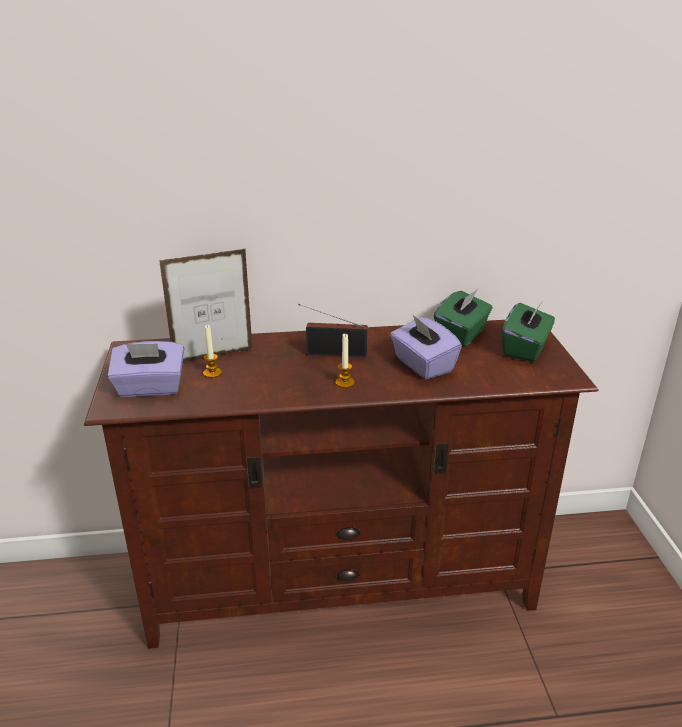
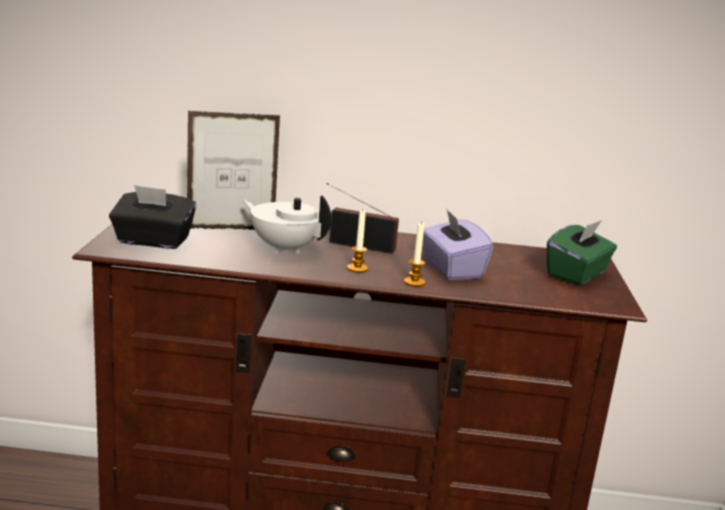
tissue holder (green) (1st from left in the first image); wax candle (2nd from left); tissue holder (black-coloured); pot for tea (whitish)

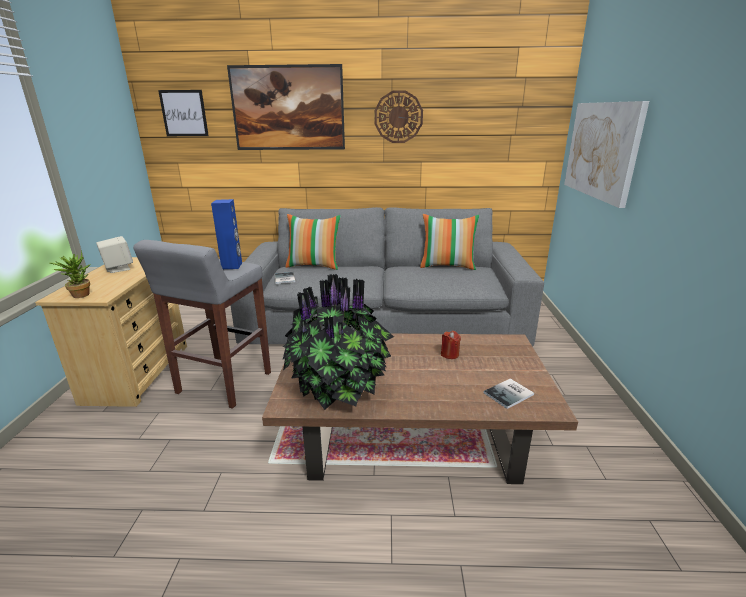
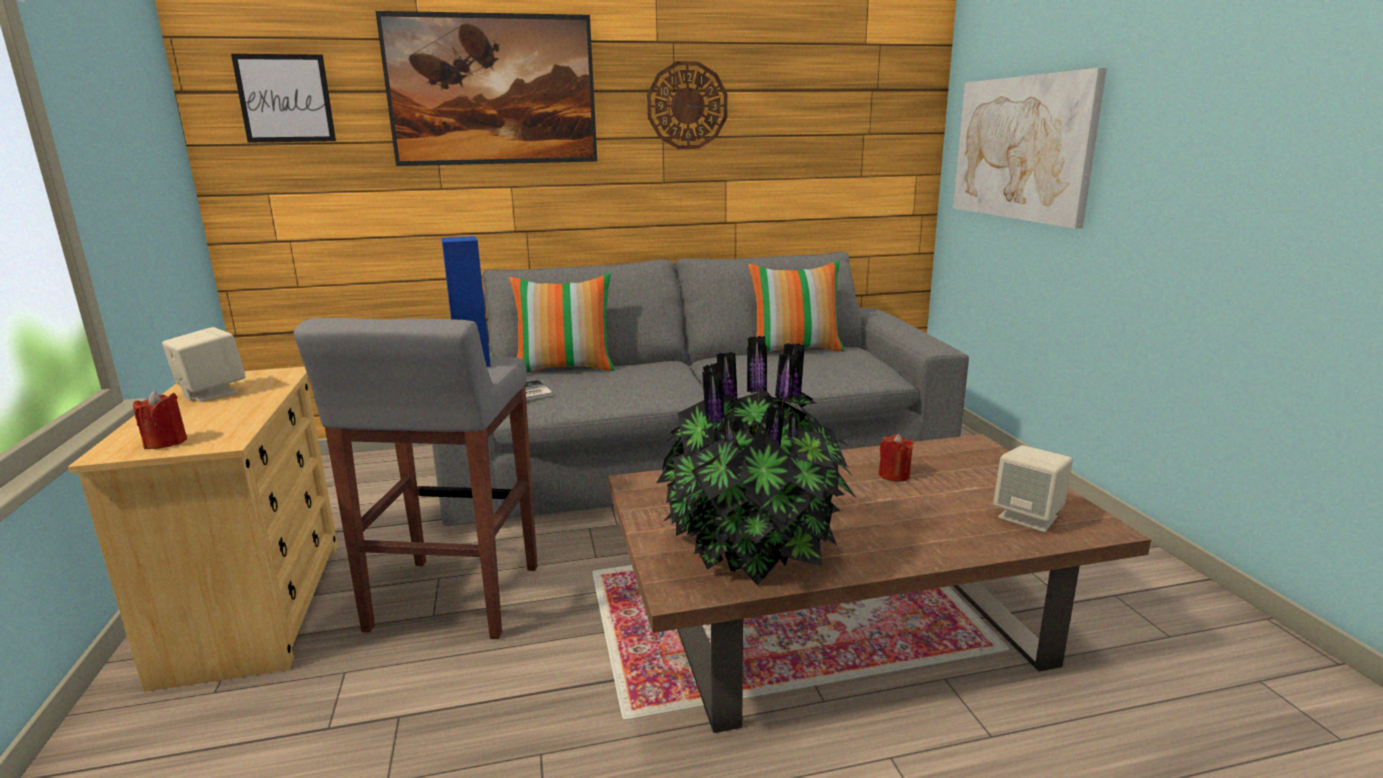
wax candle (reddish) (1st from left); audio speaker (beige) (2nd from left)

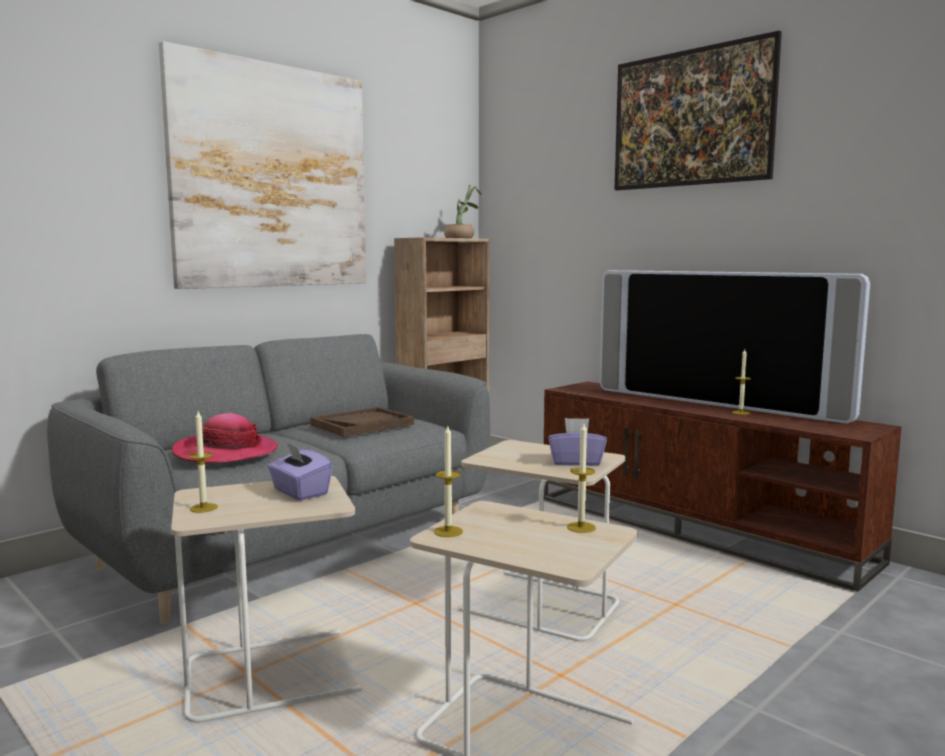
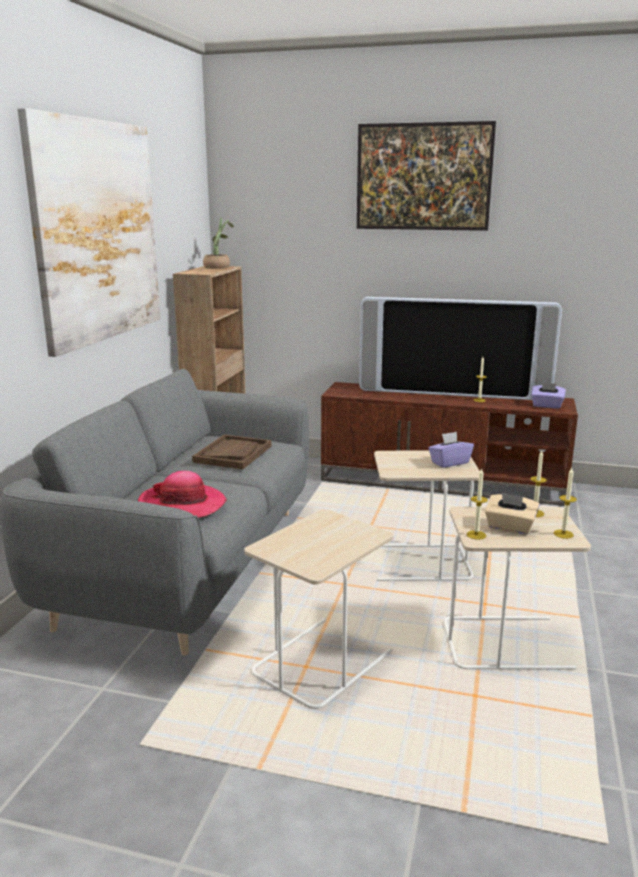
wax candle (4th from left); tissue holder (purple-coloured) (2nd from left); tissue holder (beige)

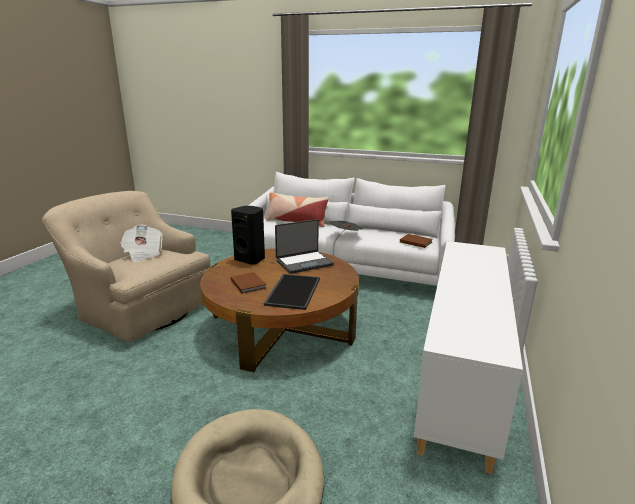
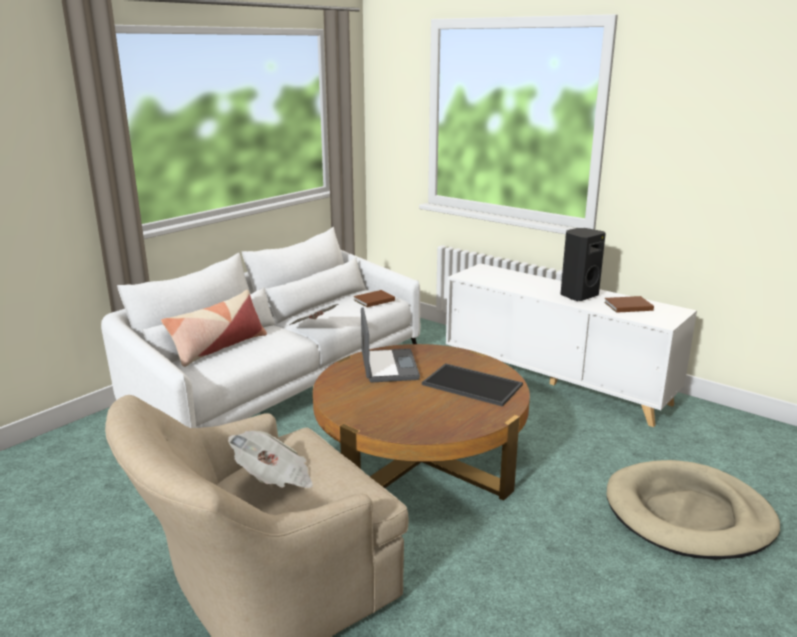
audio speaker (black-coloured); book (brownish) (2nd from left)

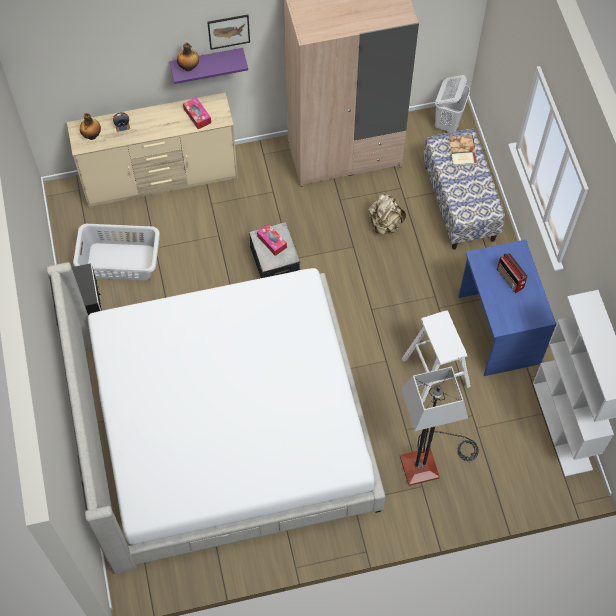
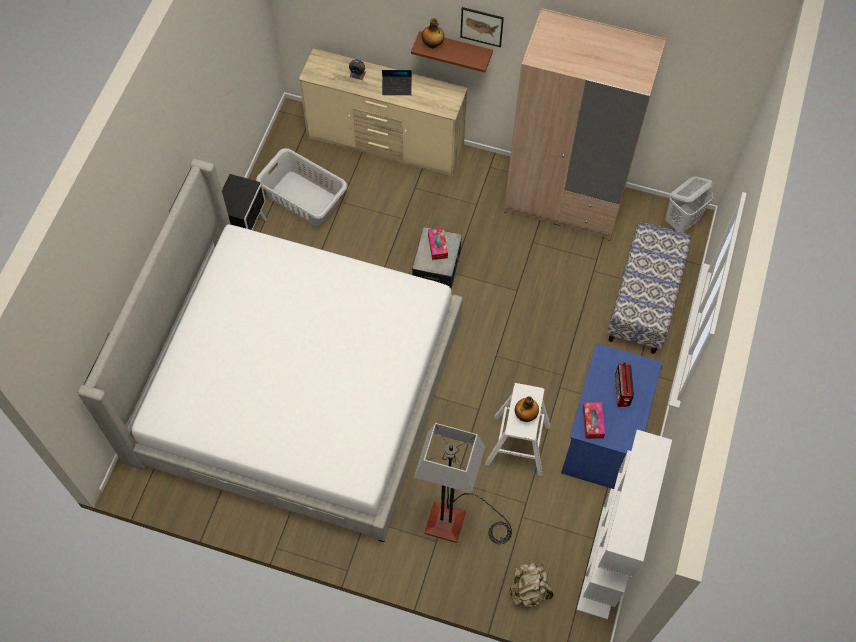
wall shelf (brownish); tissue holder (2nd from left); beverage bottle (2nd from left); book; rucksack (beige); laptop

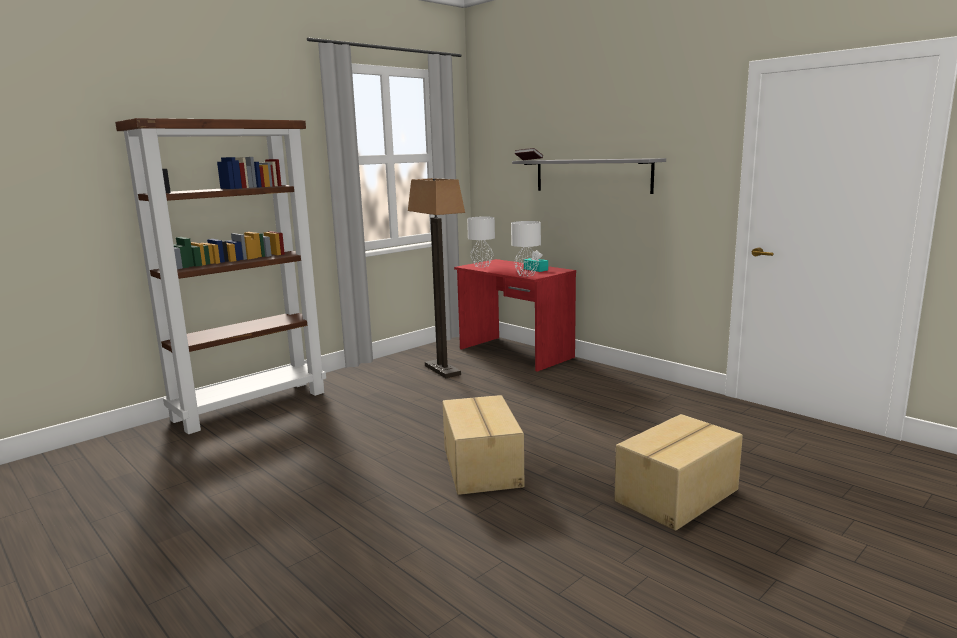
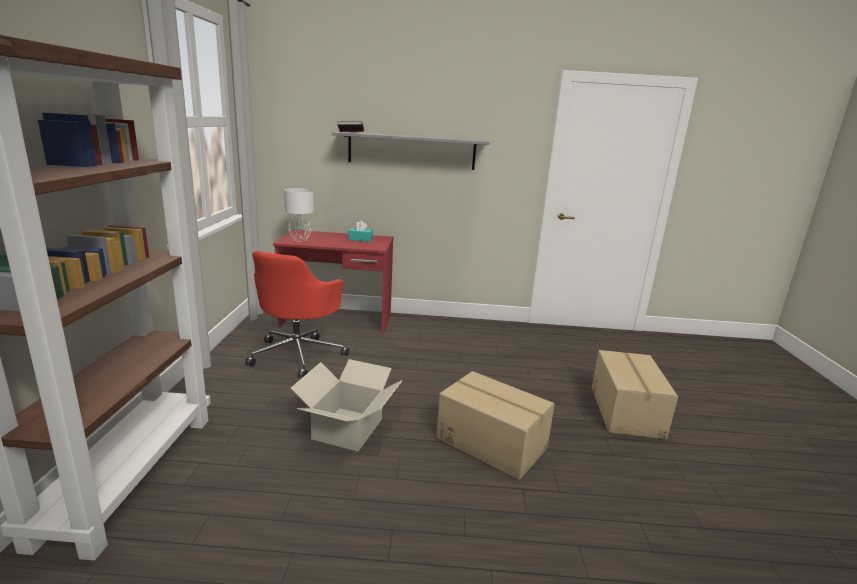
office chair (reddish); lamp for a table (whitish) (2nd from left in the first image); packing box (1st from left)

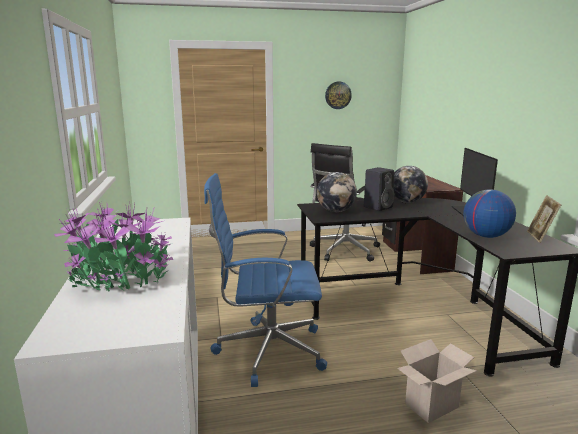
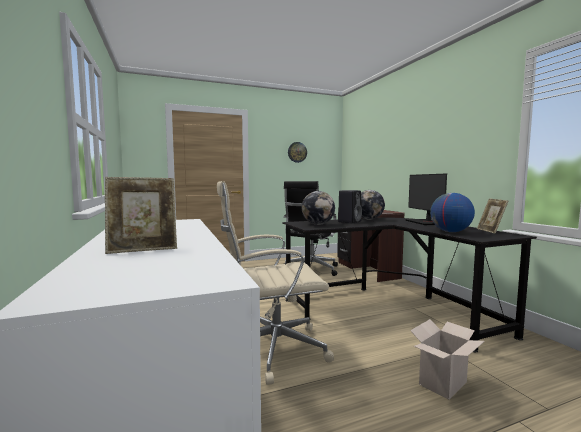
office chair (beige); standing frame (1st from left)

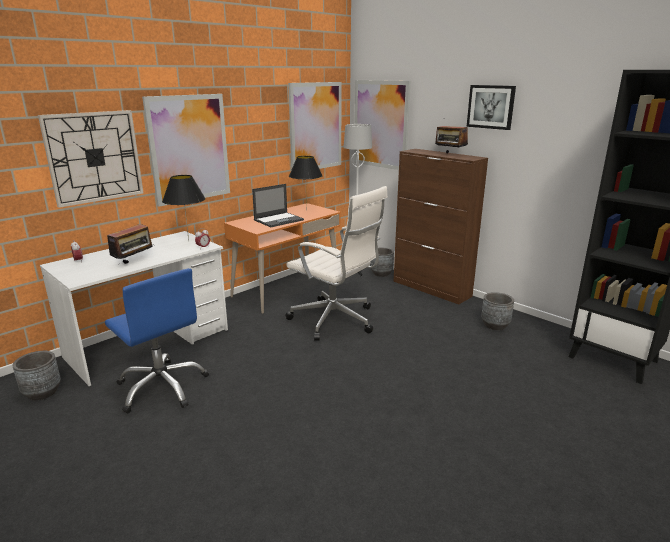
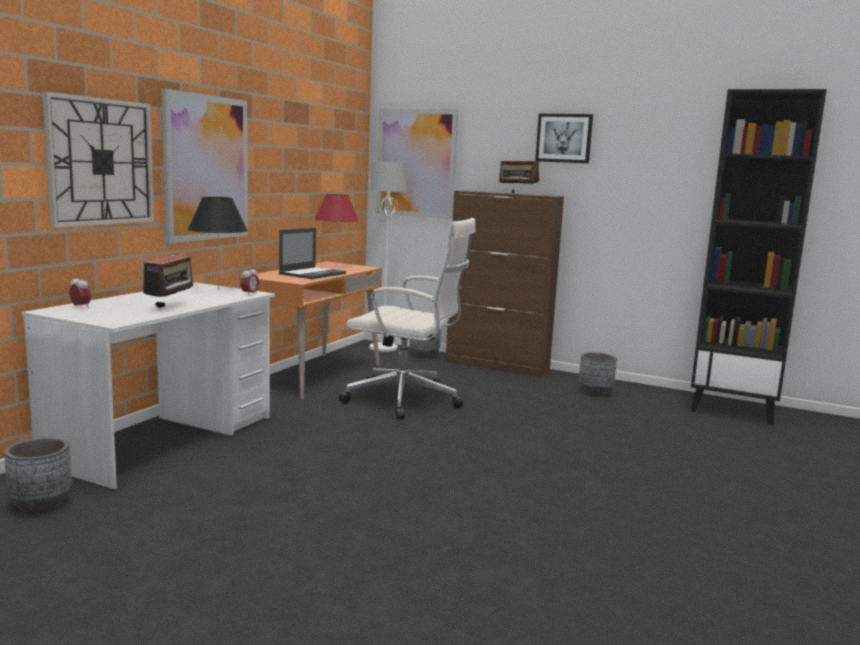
wall picture (2nd from left in the first image); lamp for a table (reddish); office chair (bluish)

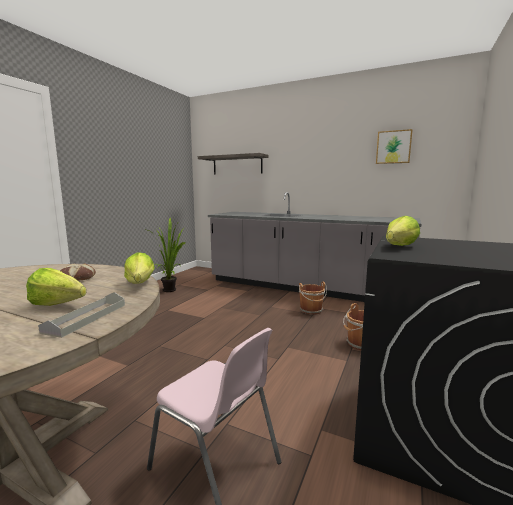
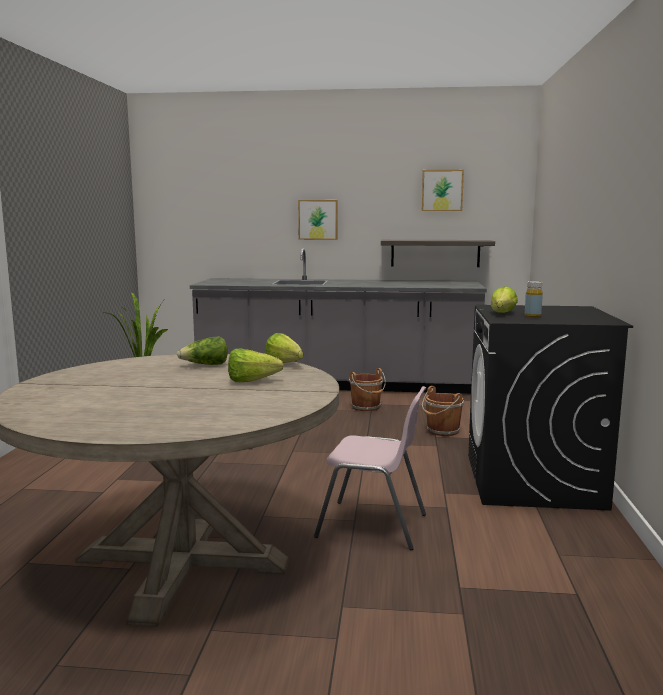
wall shelf; lettuce (1st from left); tray (greyish); wall picture (1st from left); beverage bottle (yellowish)

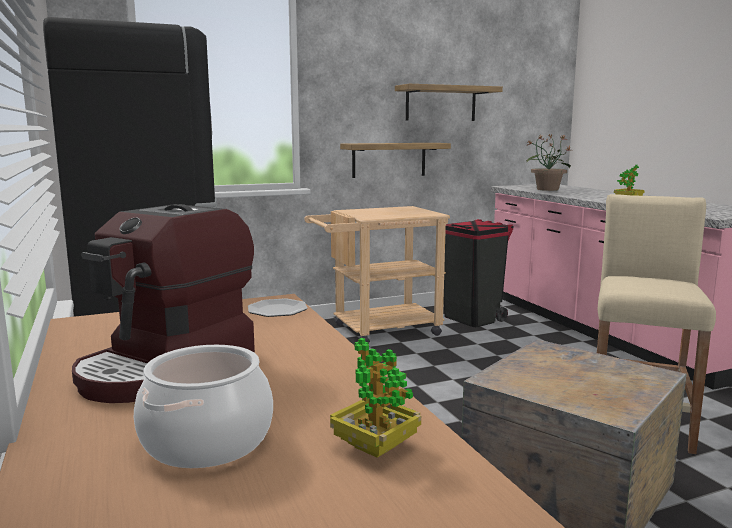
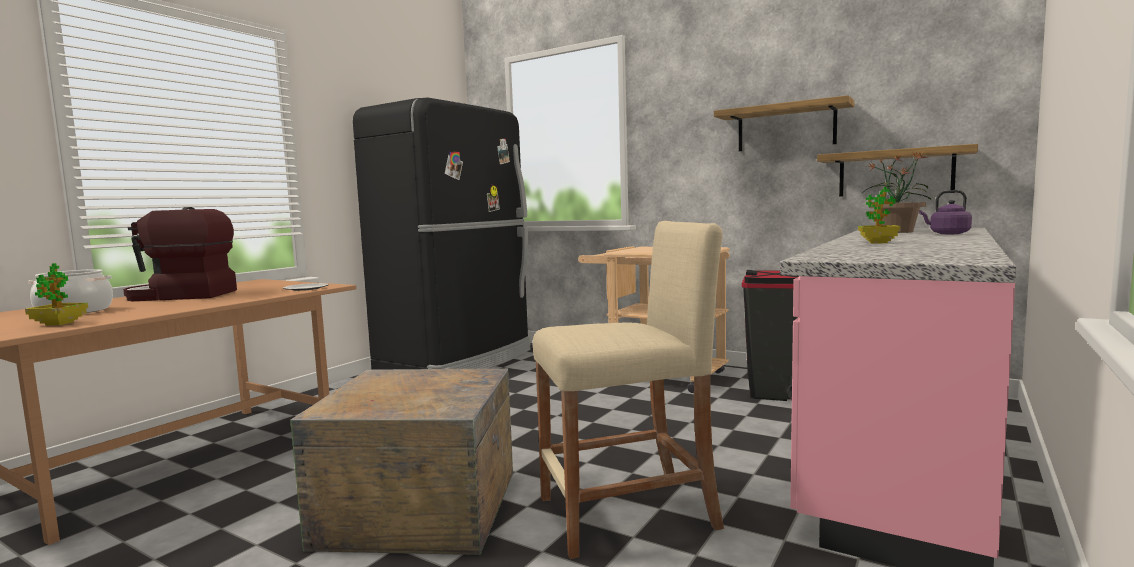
wall shelf (2nd from left); tea kettle (purple-coloured)

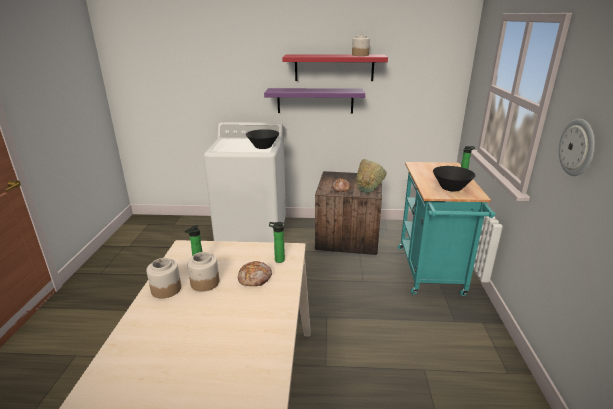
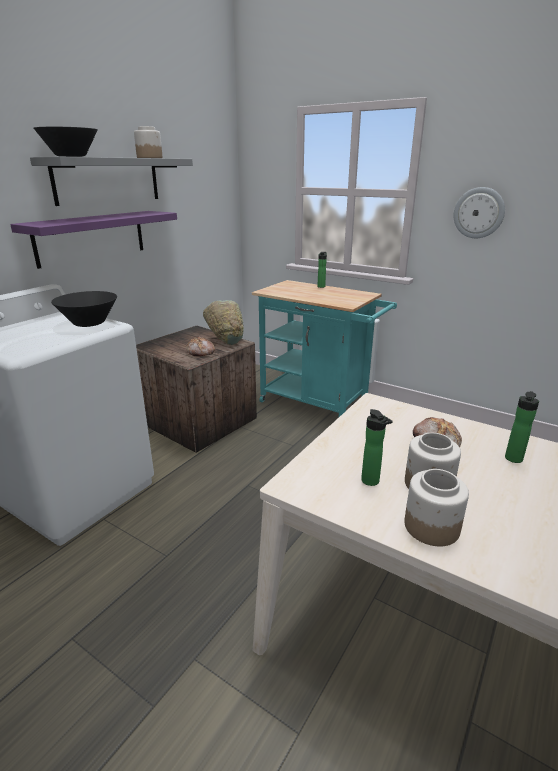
wall shelf (greyish); serving bowl (black-coloured) (1st from left); beverage bottle (3rd from left)

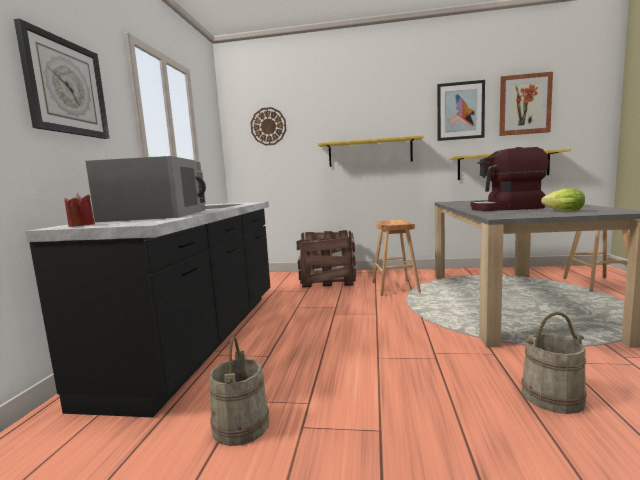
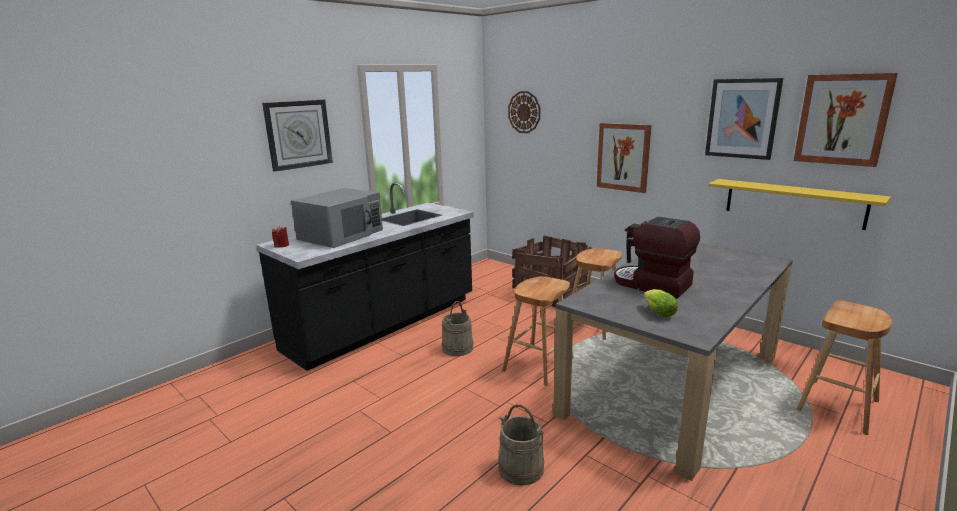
wall picture (1st from left); water bucket (beige) (1st from left); sitting stool (brownish) (1st from left)

